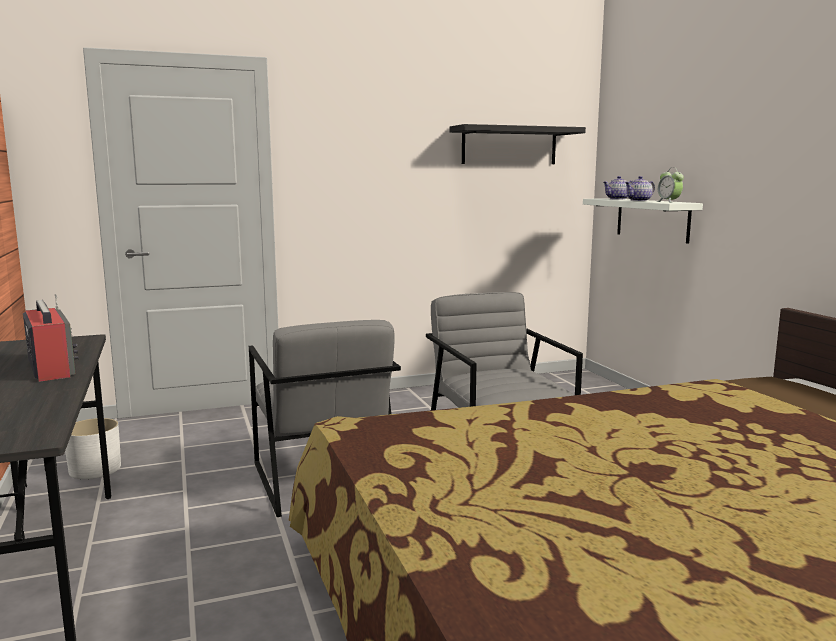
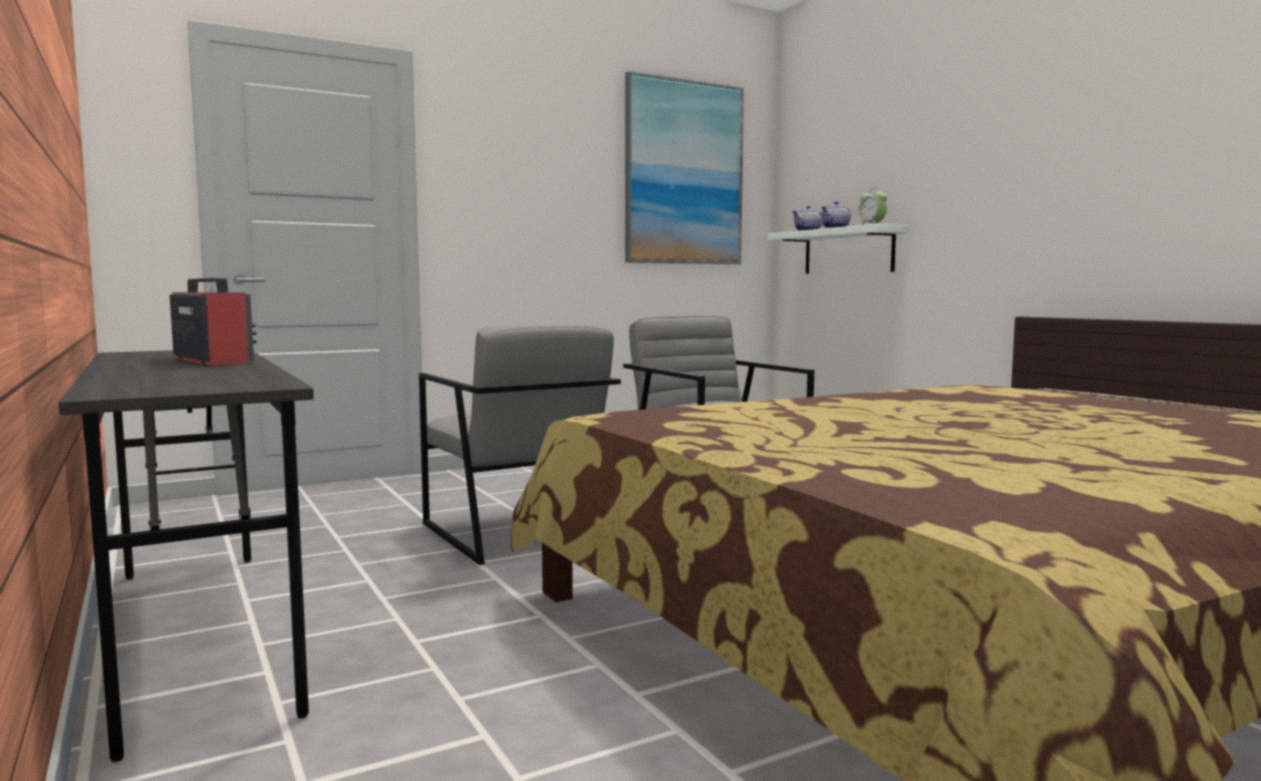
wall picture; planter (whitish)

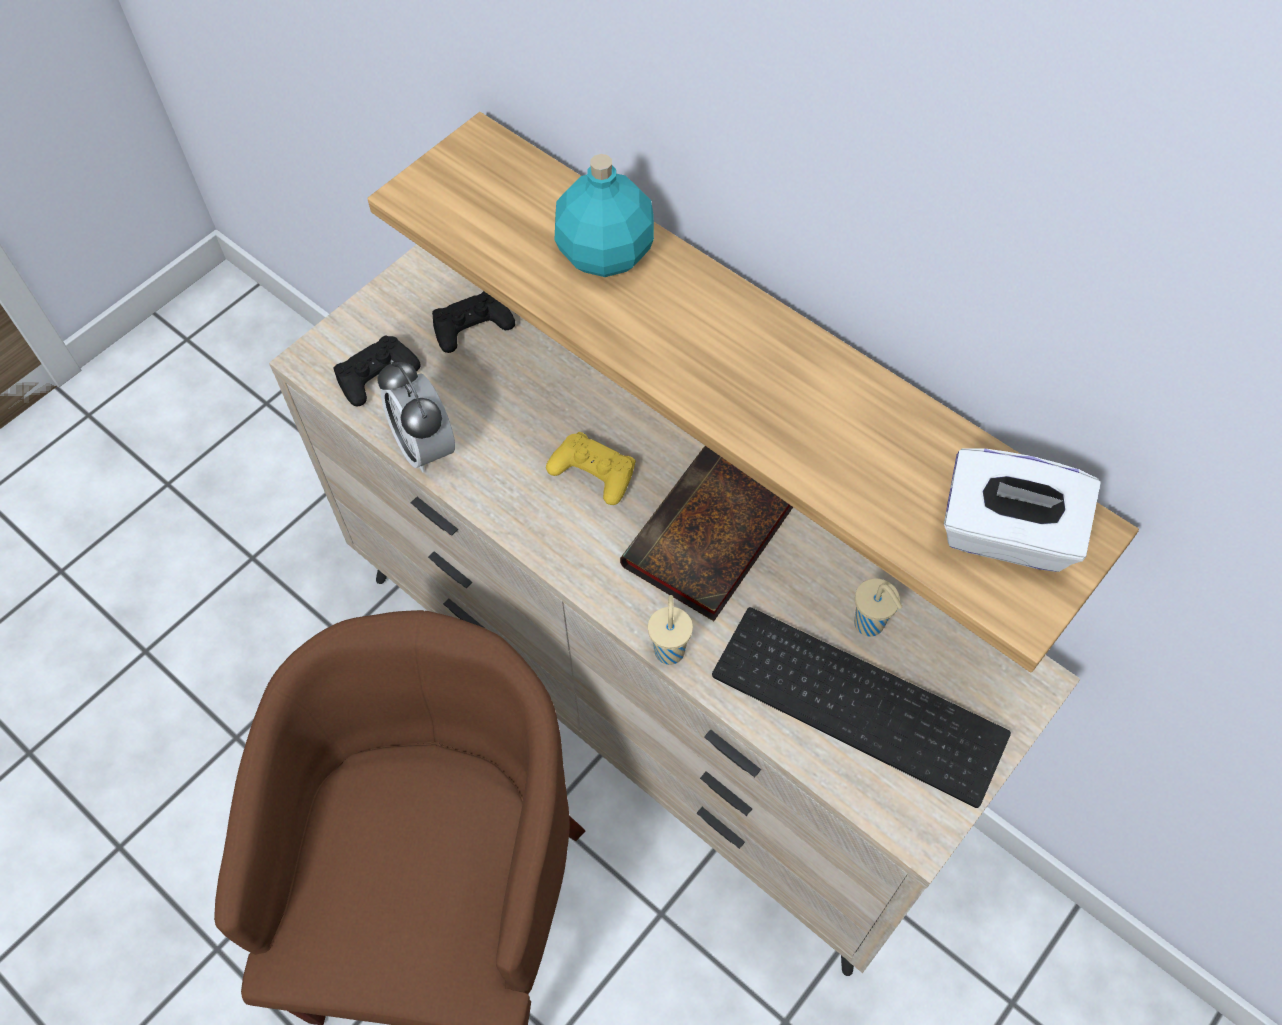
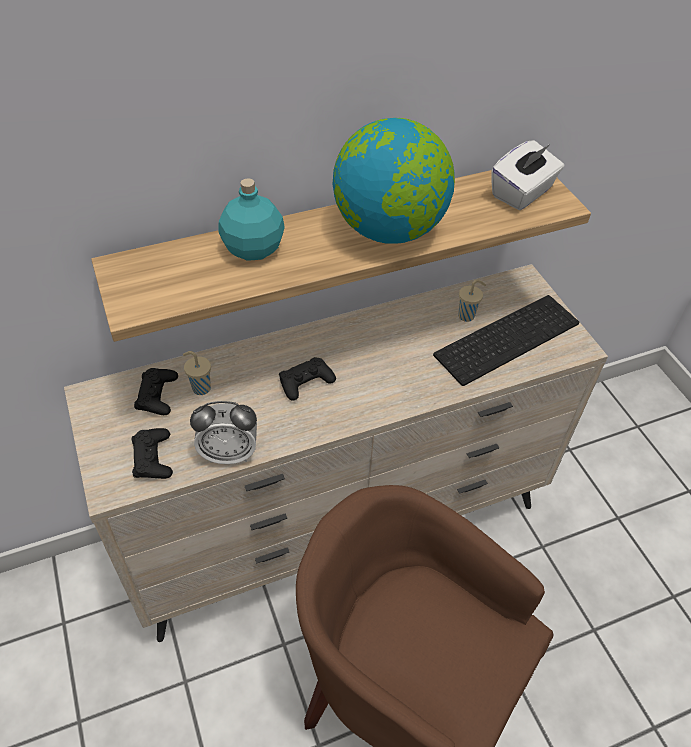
gamepad (black-coloured) (3rd from left); book; small cup (beige) (1st from left); desk globe

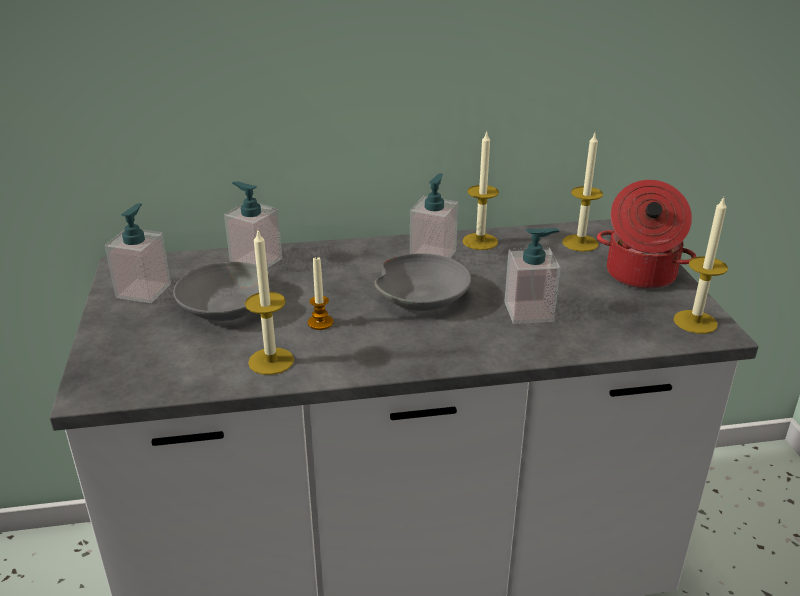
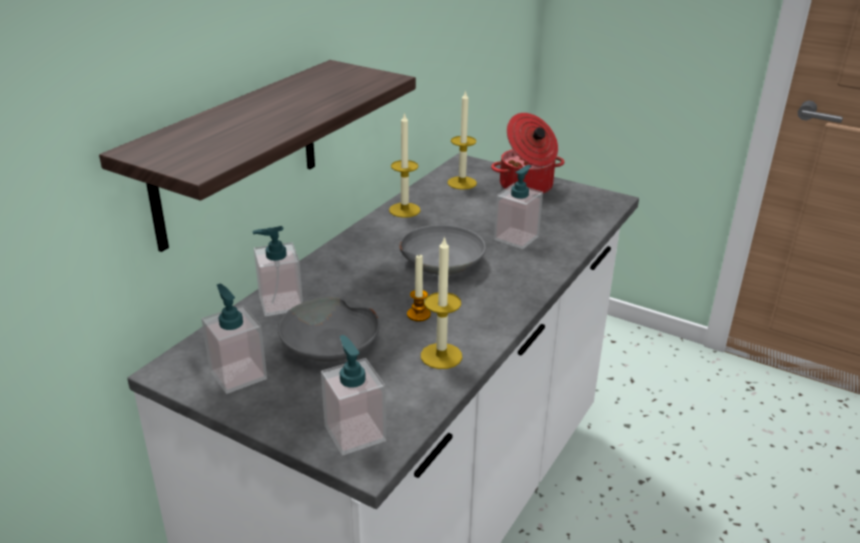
soap dispenser (3rd from left); wax candle (5th from left in the first image); wall shelf

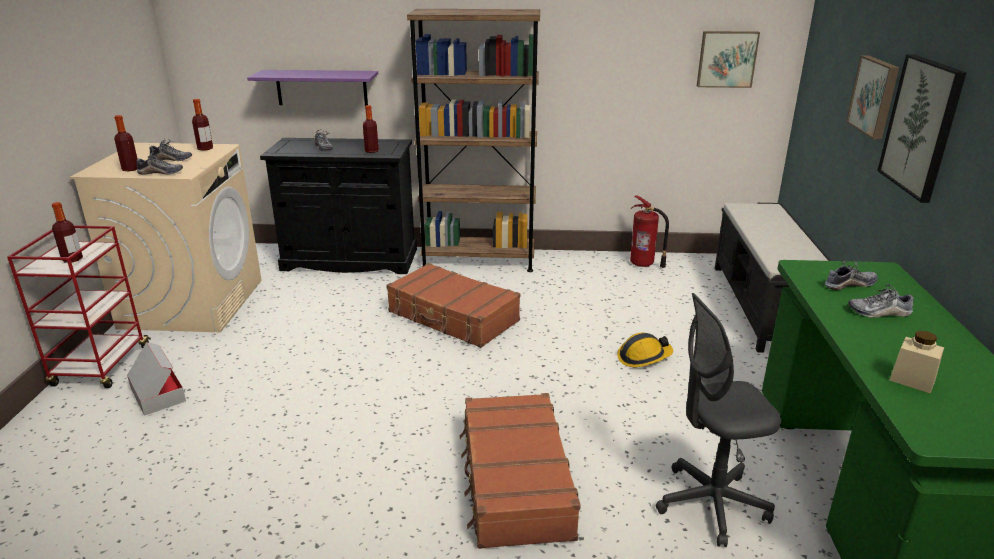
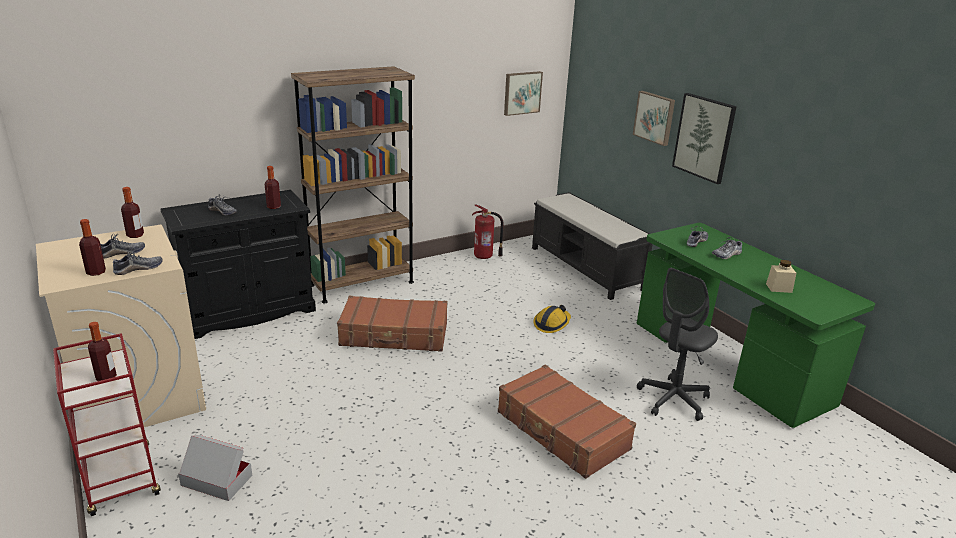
wall shelf (purple-coloured)

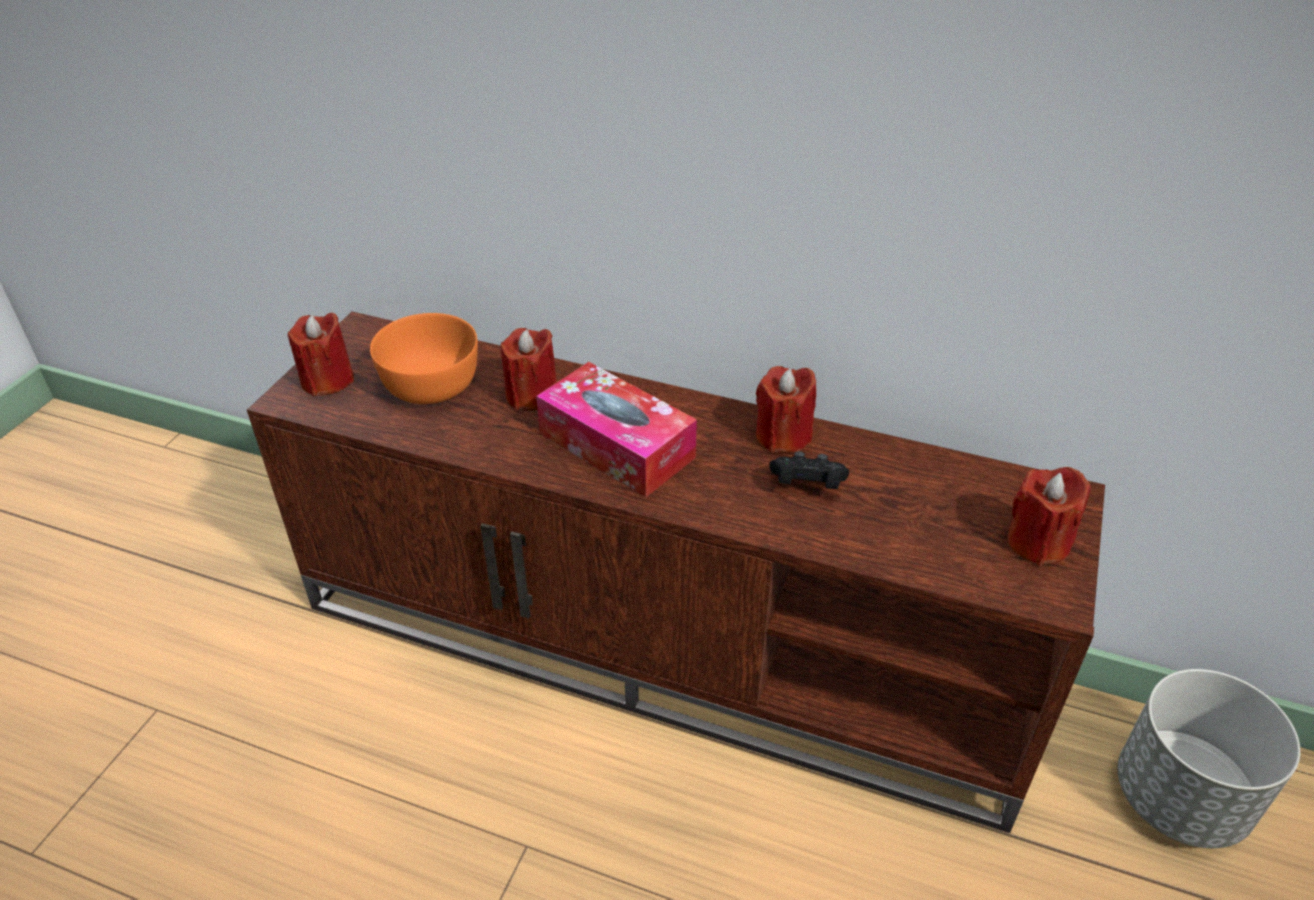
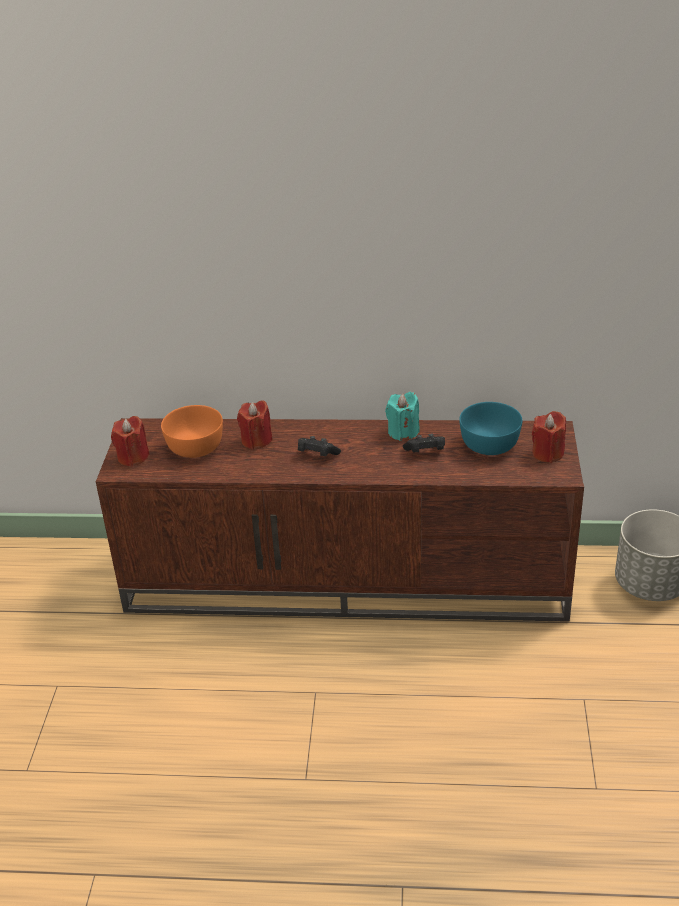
gamepad (black-coloured) (1st from left); wax candle (blue-green); serving bowl (blue-green)

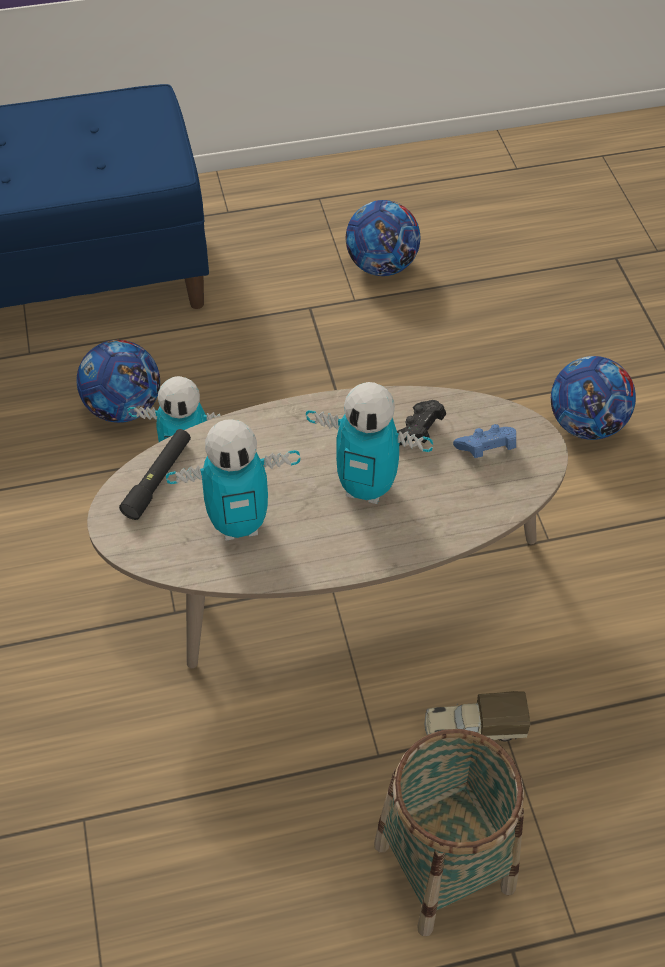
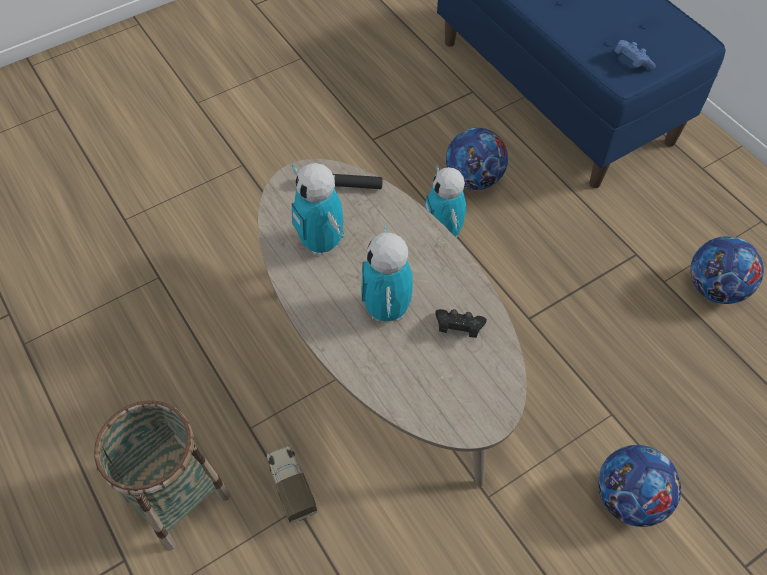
gamepad (bluish)

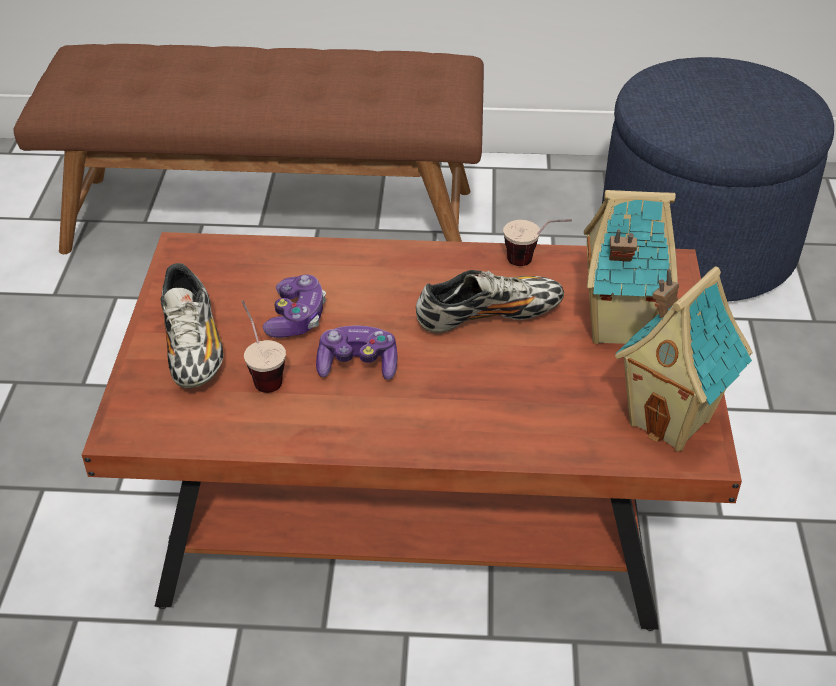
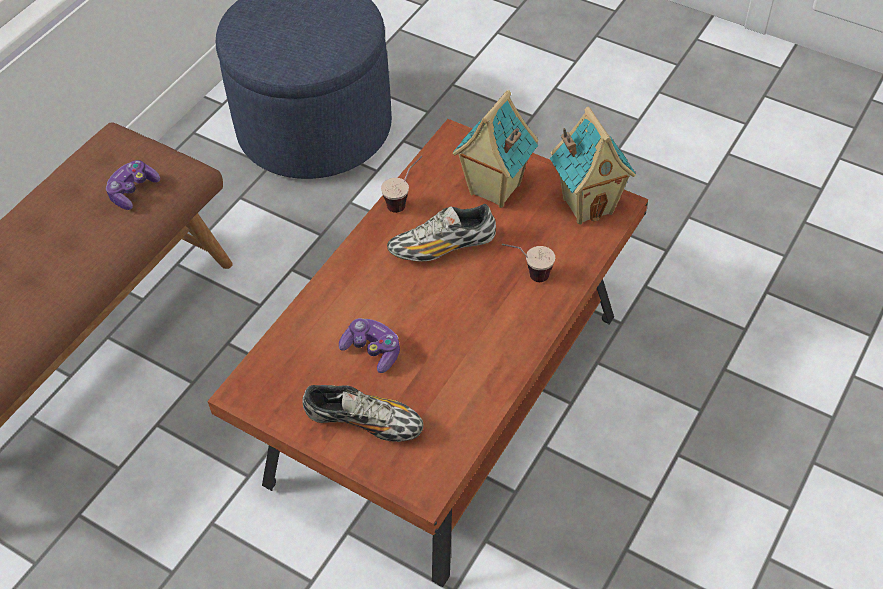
low shoe (2nd from left); small cup (2nd from left); gamepad (1st from left)

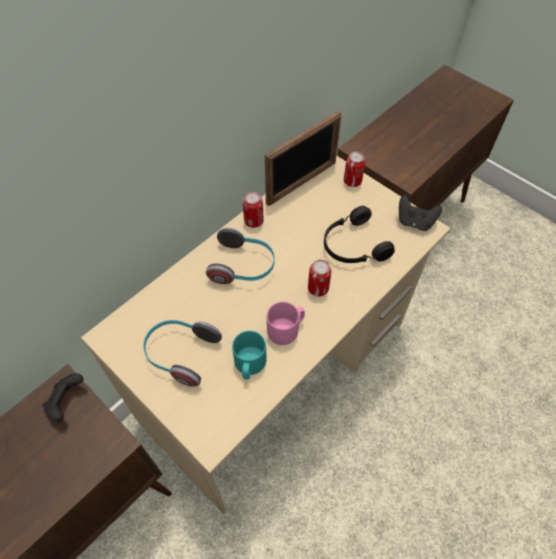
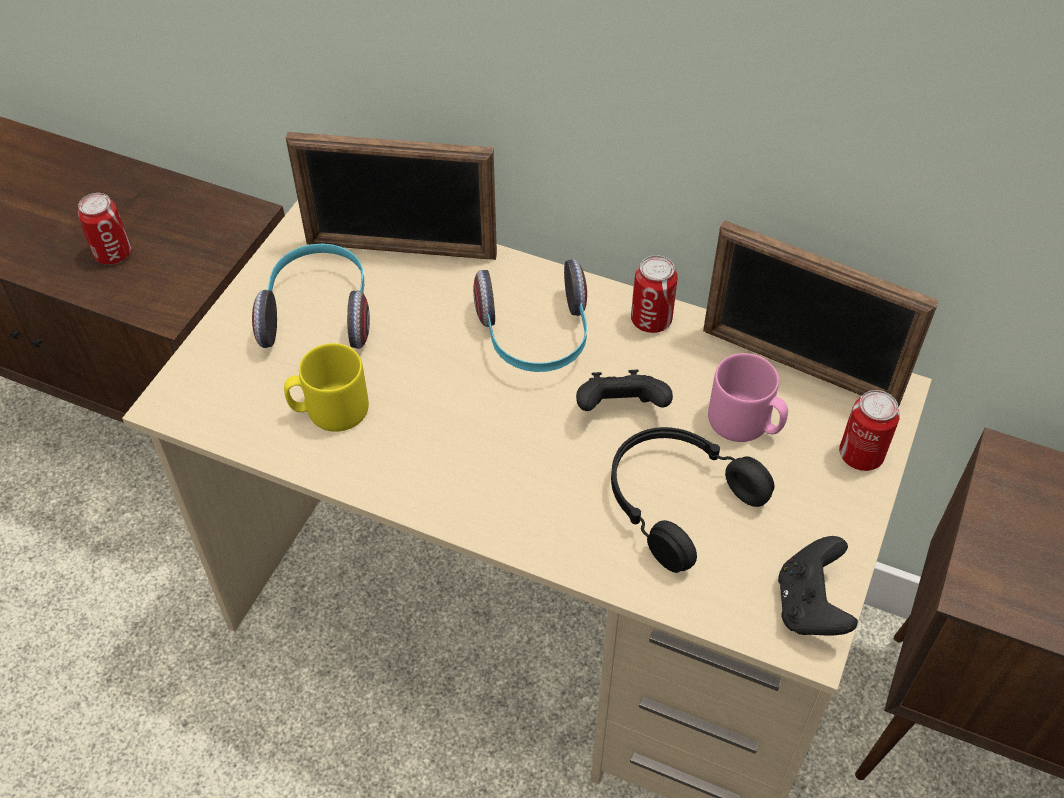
metal can (1st from left); tea mug (pink); tea mug (yellowish); gamepad (black-coloured) (1st from left); standing frame (1st from left)

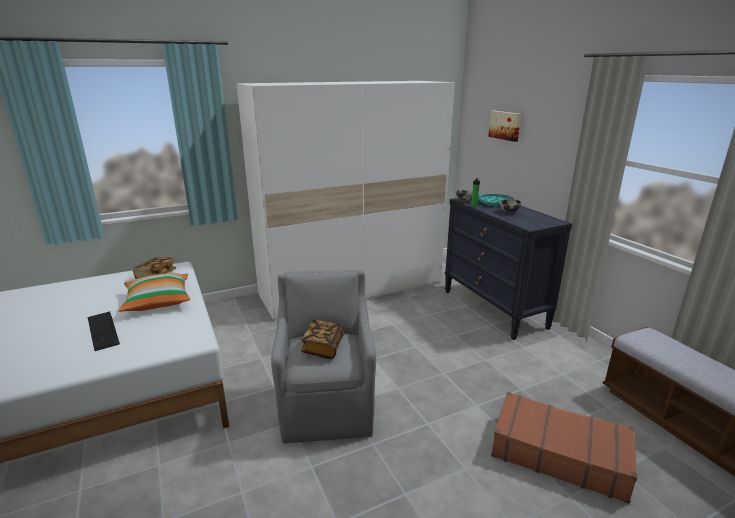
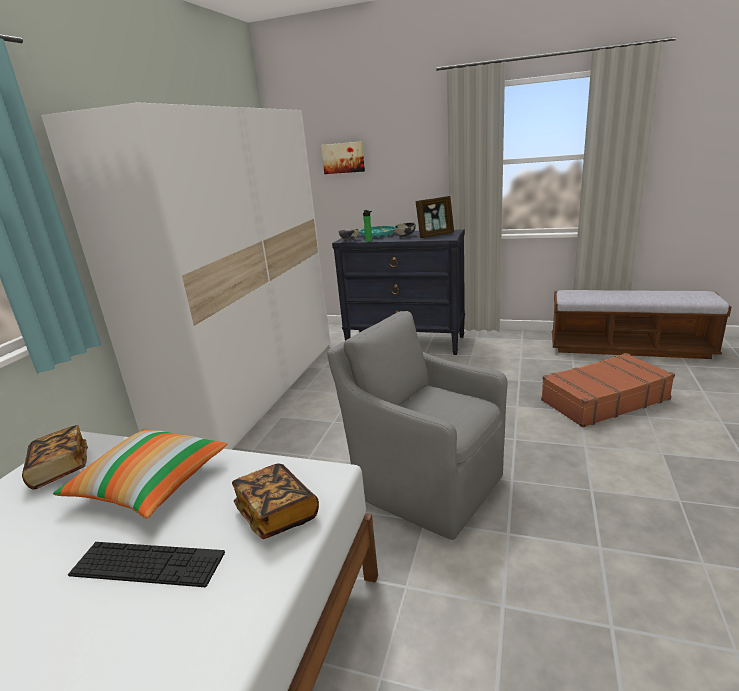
book (2nd from left); standing frame

